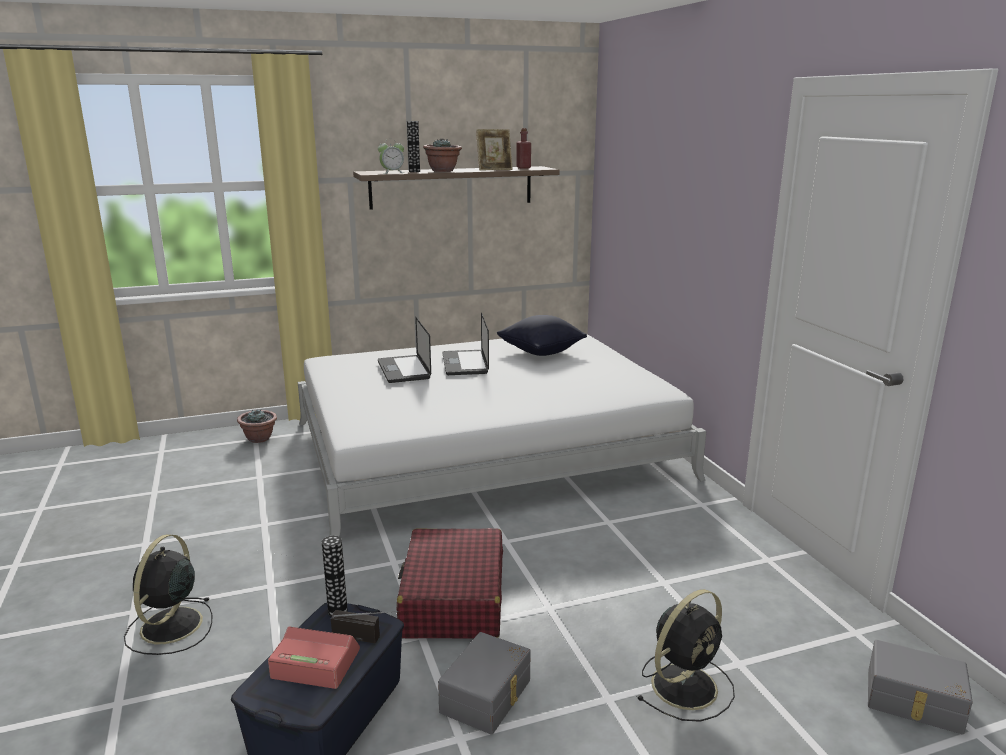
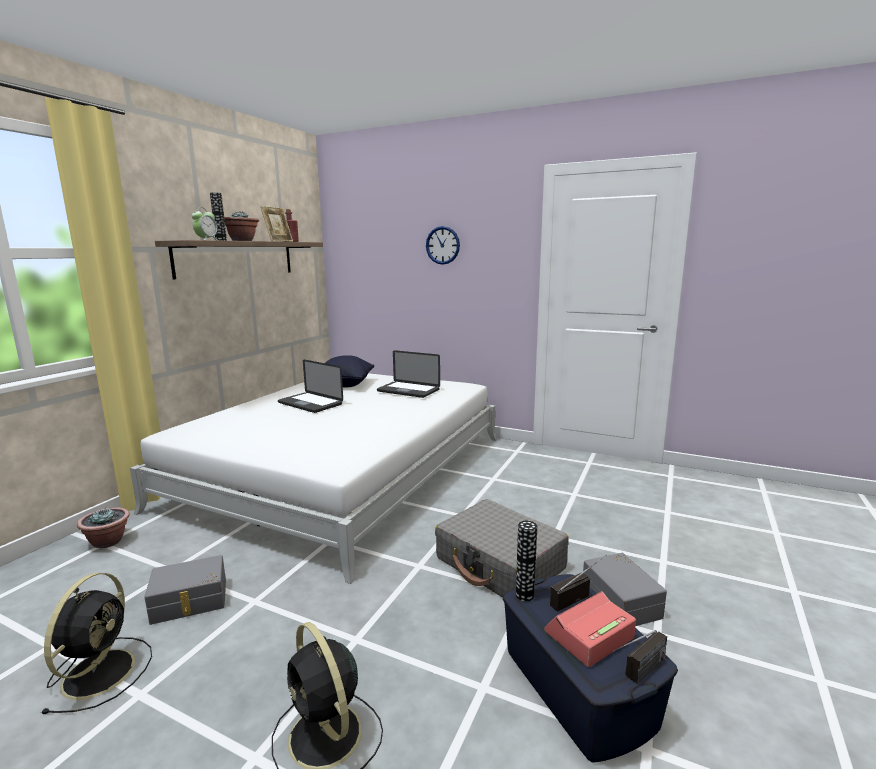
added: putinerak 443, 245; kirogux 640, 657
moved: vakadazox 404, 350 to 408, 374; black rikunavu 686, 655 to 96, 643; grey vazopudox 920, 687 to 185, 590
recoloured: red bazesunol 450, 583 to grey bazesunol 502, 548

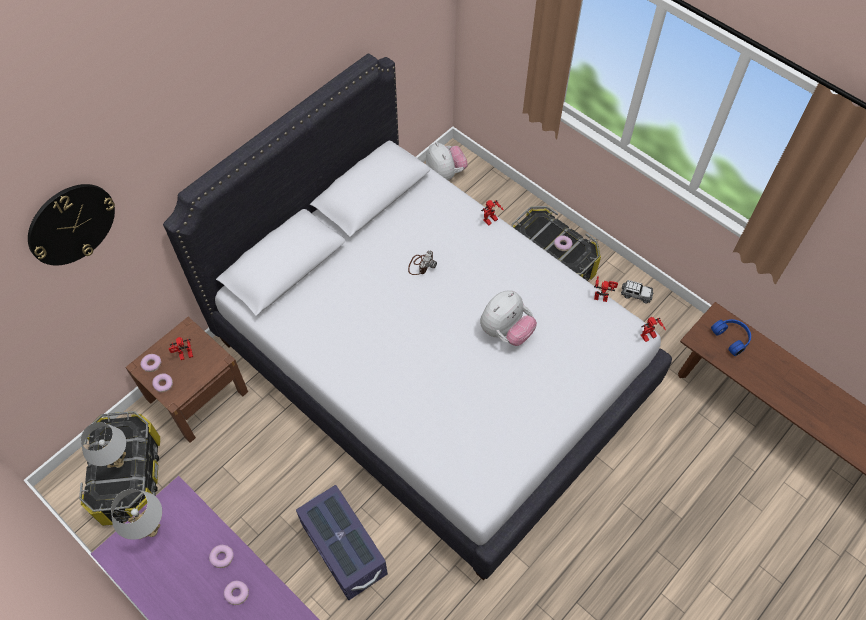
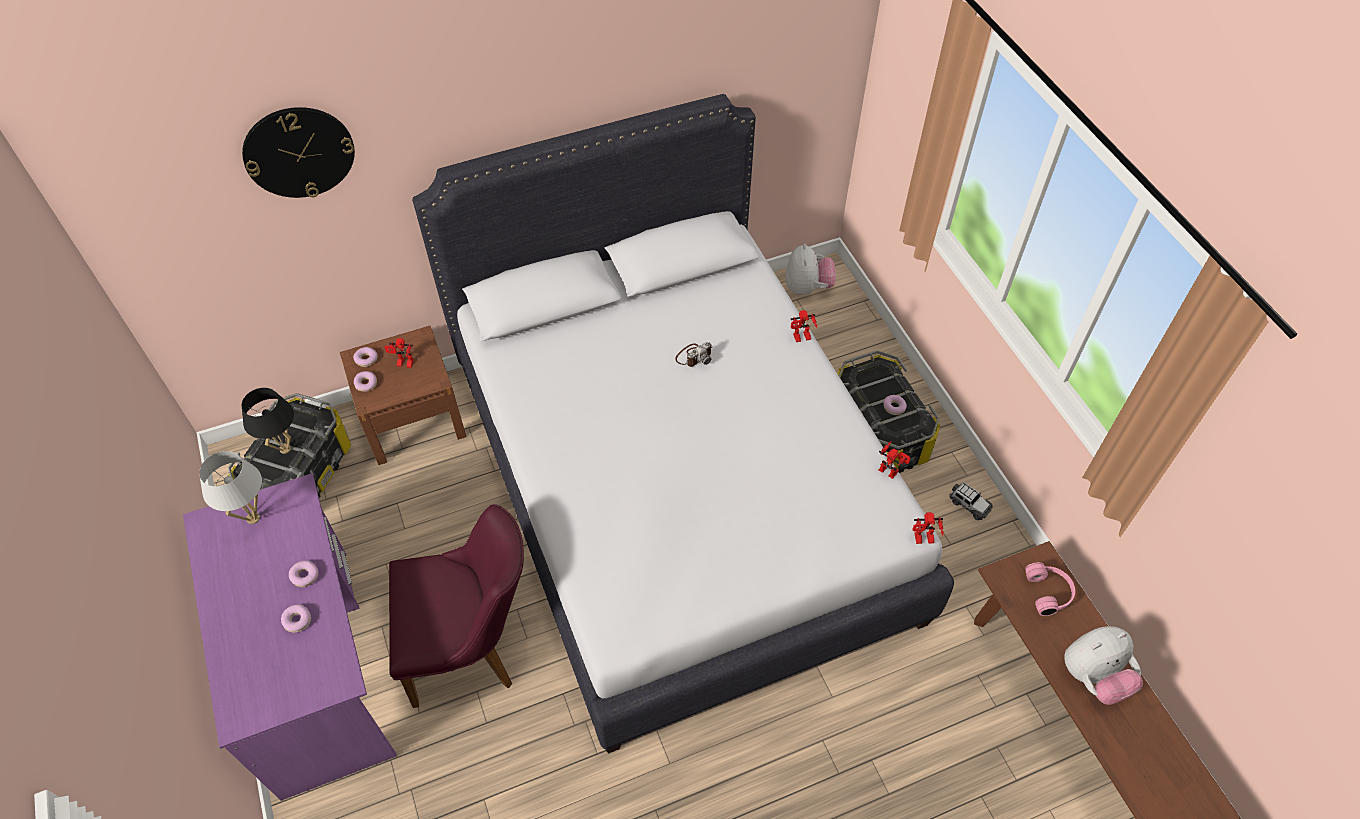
moved: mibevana 508, 318 to 1103, 665
replaced: purple vazopudox 342, 542 to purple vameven 456, 606
recoloured: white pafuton 103, 445 to black pafuton 268, 421; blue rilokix 731, 337 to pink rilokix 1050, 589

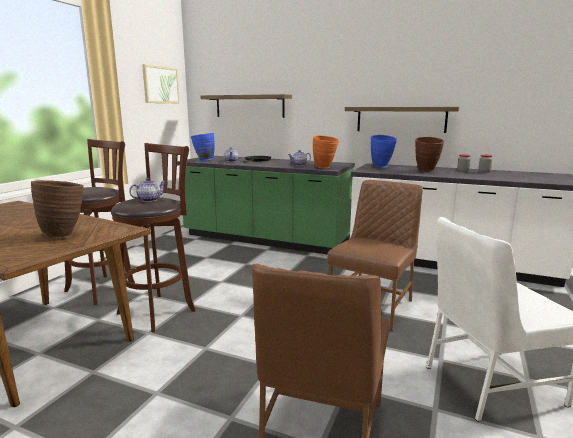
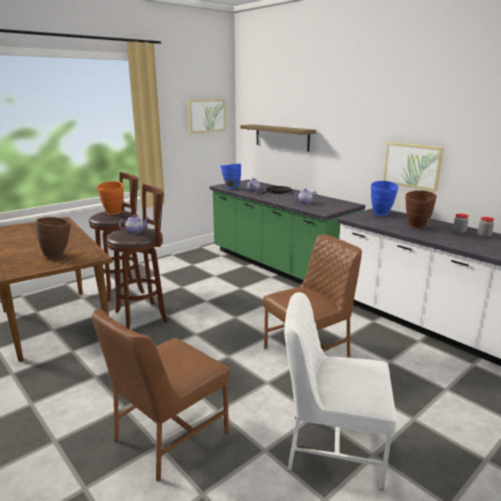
moved: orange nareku 326, 152 to 110, 198
replaced: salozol 402, 120 to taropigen 413, 167

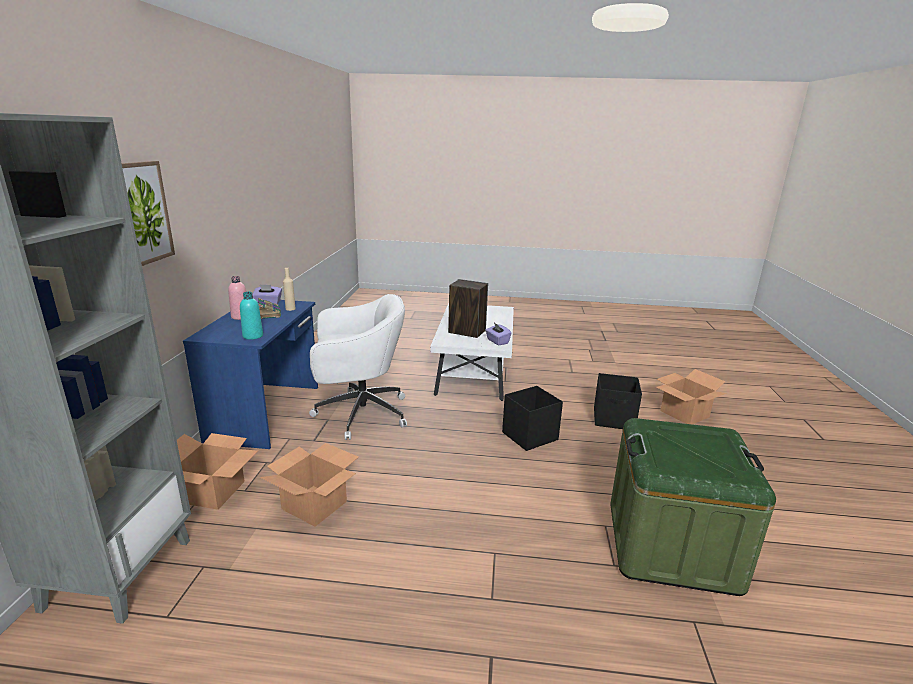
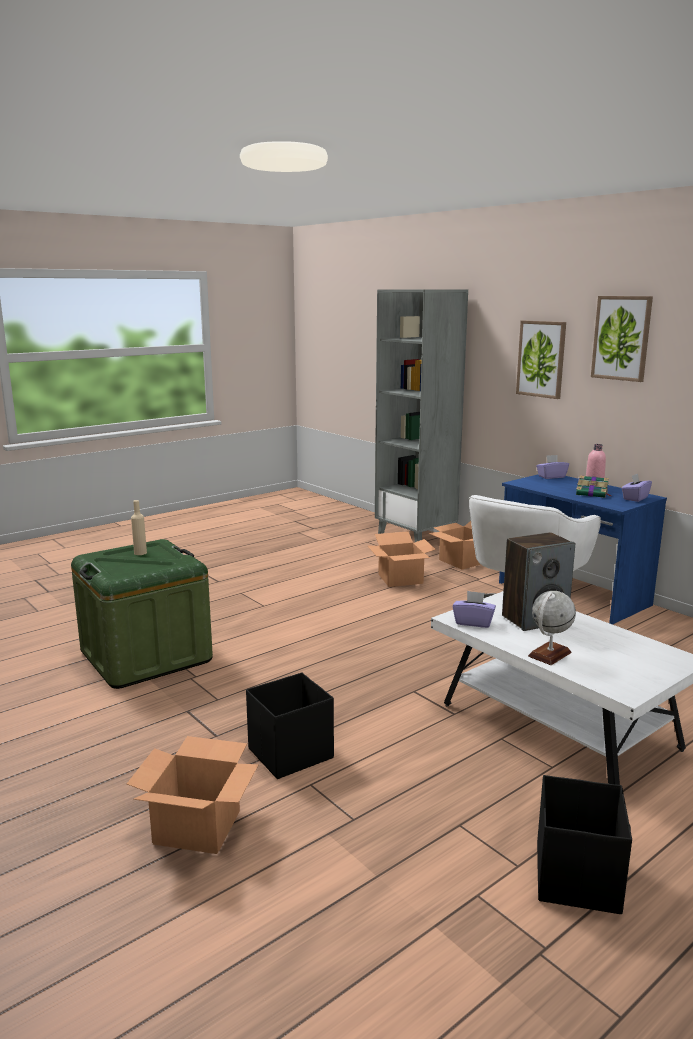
removed: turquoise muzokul 251, 316
added: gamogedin 552, 628; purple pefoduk 552, 467; taropigen 622, 339
moved: beige muzokul 289, 289 to 139, 527; black vazopudox 532, 418 to 584, 844

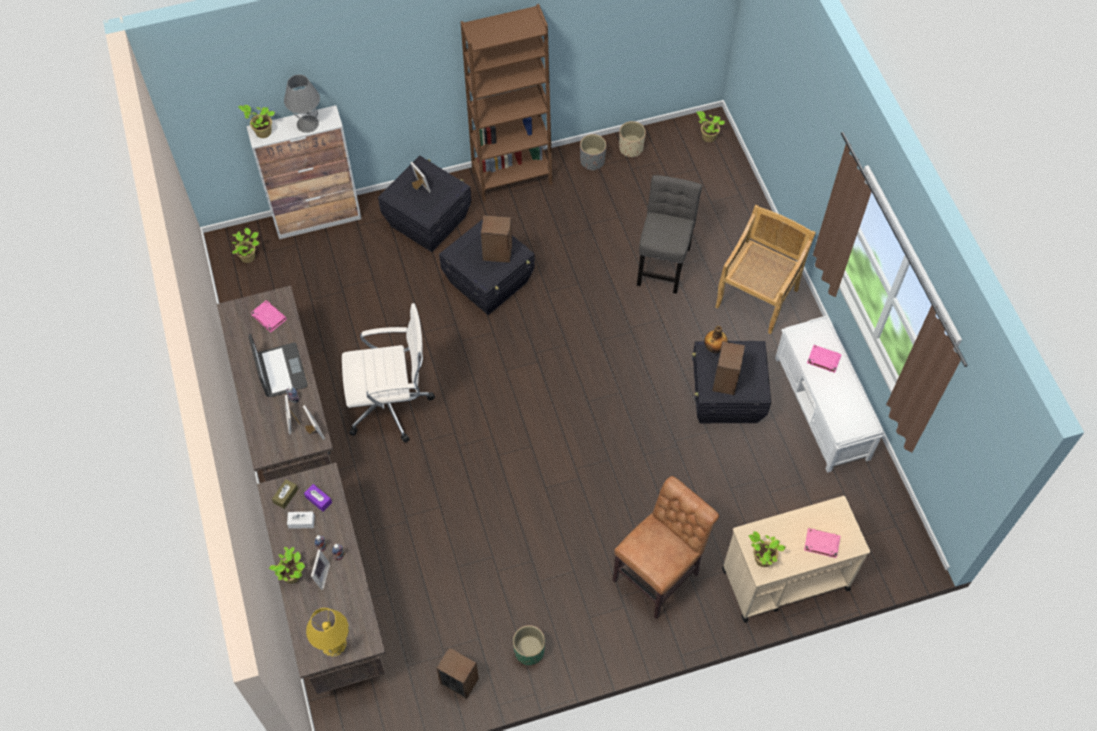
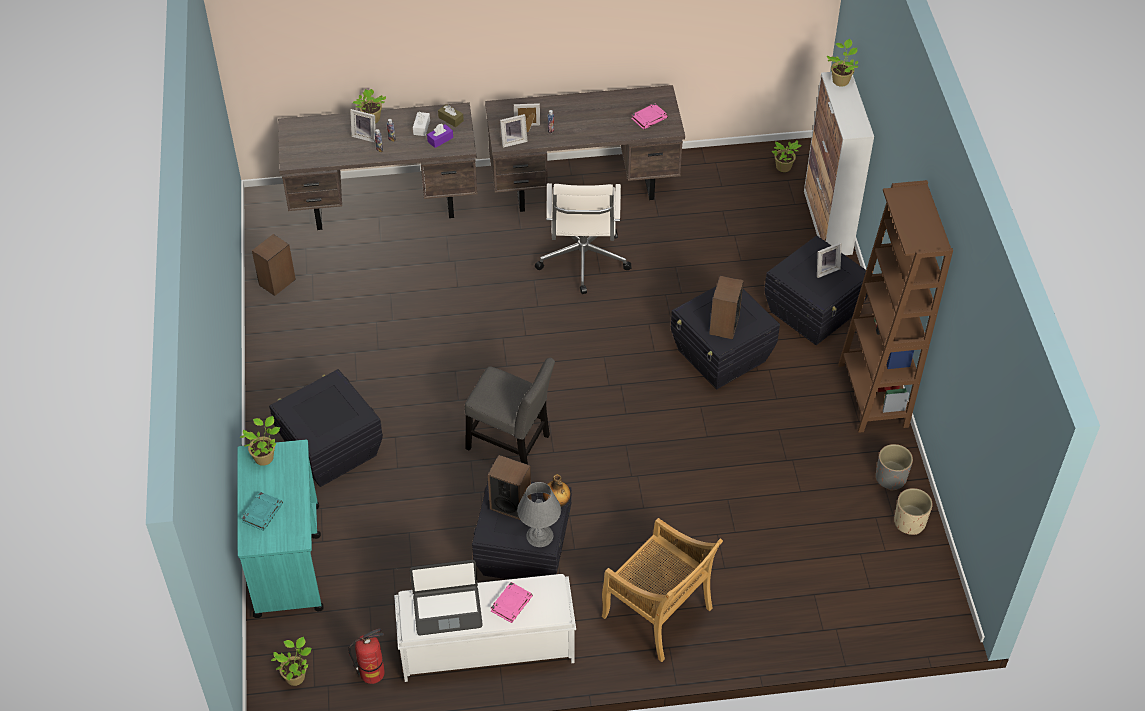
removed: yellow pafuton 327, 632; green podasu 529, 645
added: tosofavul 366, 656
moved: vakadazox 278, 365 to 446, 597; grey pafuton 302, 104 to 539, 514; grey vameven 669, 234 to 509, 411; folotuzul 710, 126 to 291, 661
replaced: brown vameven 666, 547 to black vazopudox 326, 428
recoloured: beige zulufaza 796, 559 to turquoise zulufaza 281, 528; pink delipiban 822, 543 to turquoise delipiban 262, 511

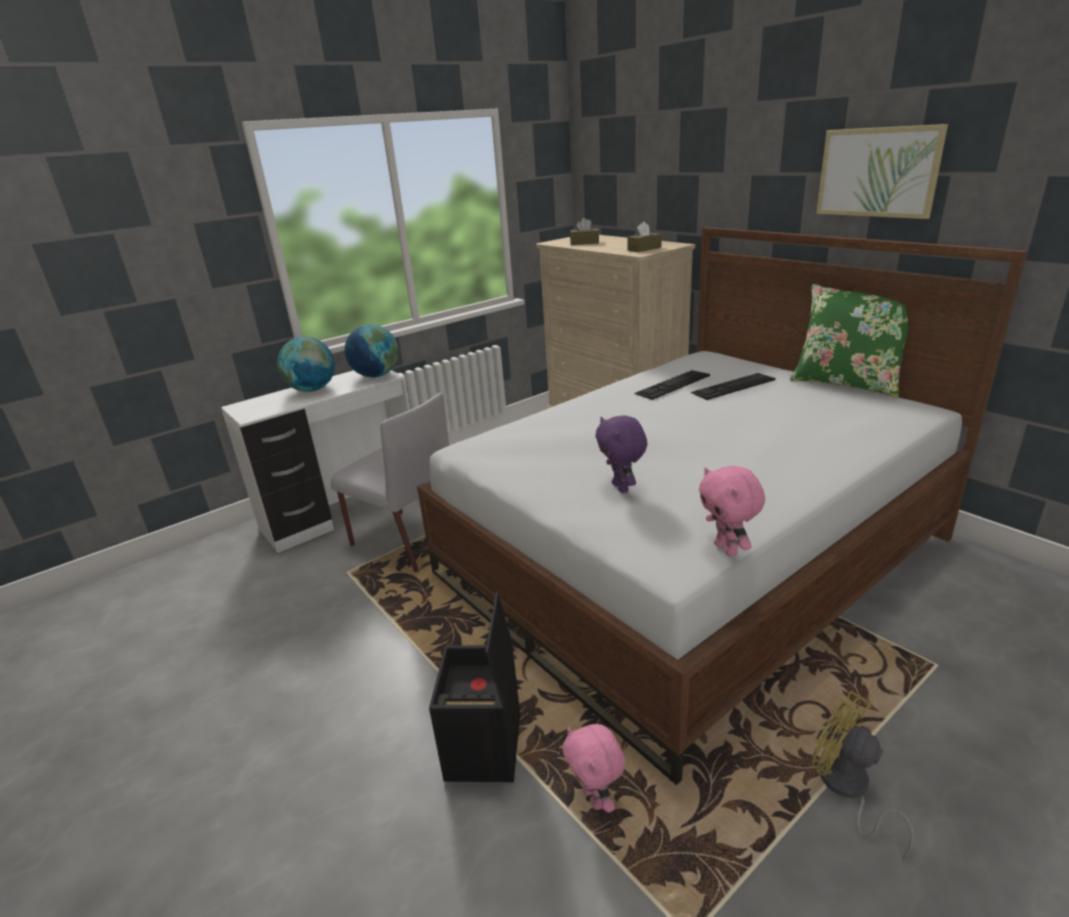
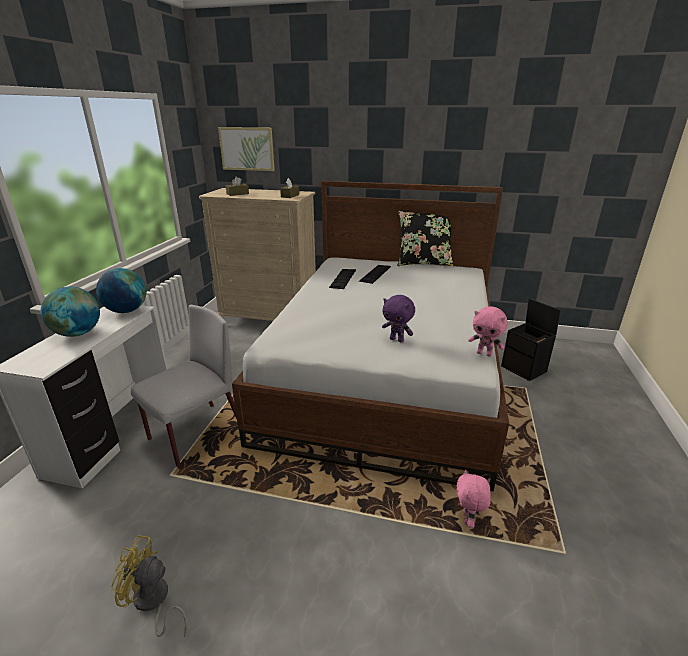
moved: black vazopudox 474, 687 to 531, 339; yellow rikunavu 863, 775 to 149, 586; taropigen 882, 171 to 246, 149
recoloured: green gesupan 849, 341 to black gesupan 425, 238
turned: grey vameven 390, 482 = 184, 386 45 degrees counterclockwise; pink mibevana 594, 768 = 474, 499 75 degrees clockwise

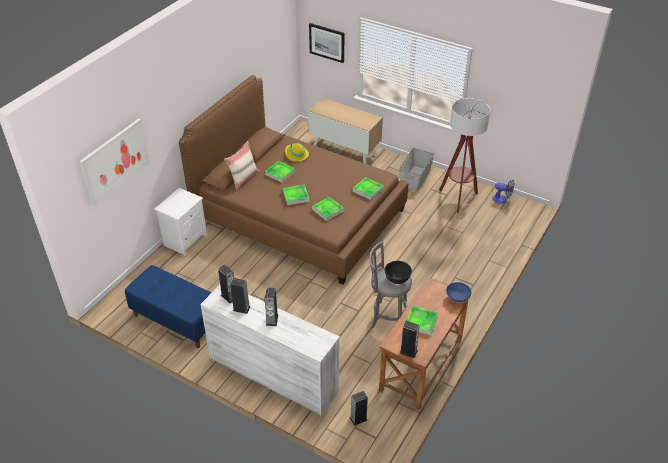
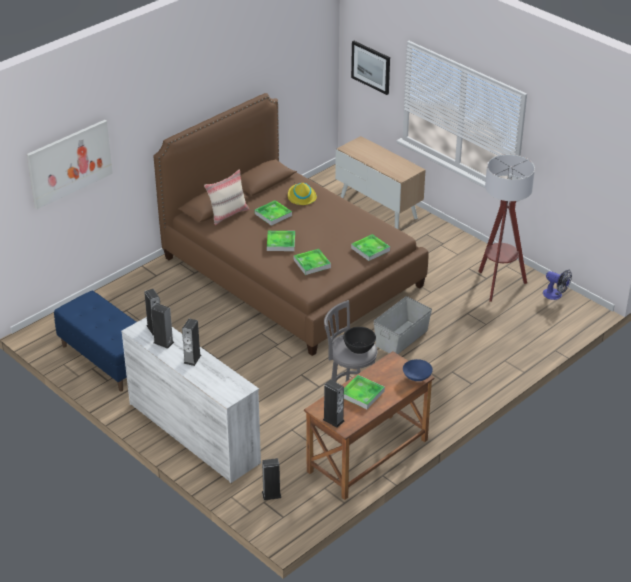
removed: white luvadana 180, 222
moved: grey vazopudox 417, 169 to 403, 325

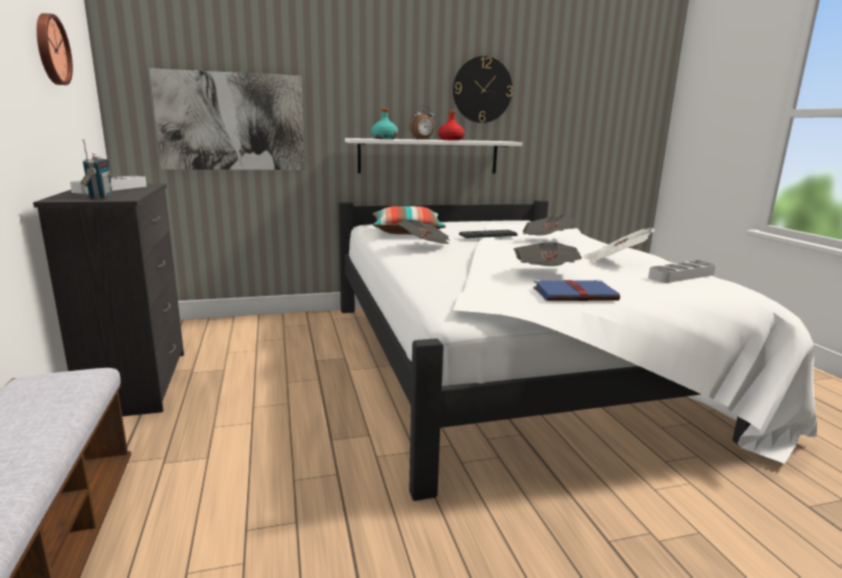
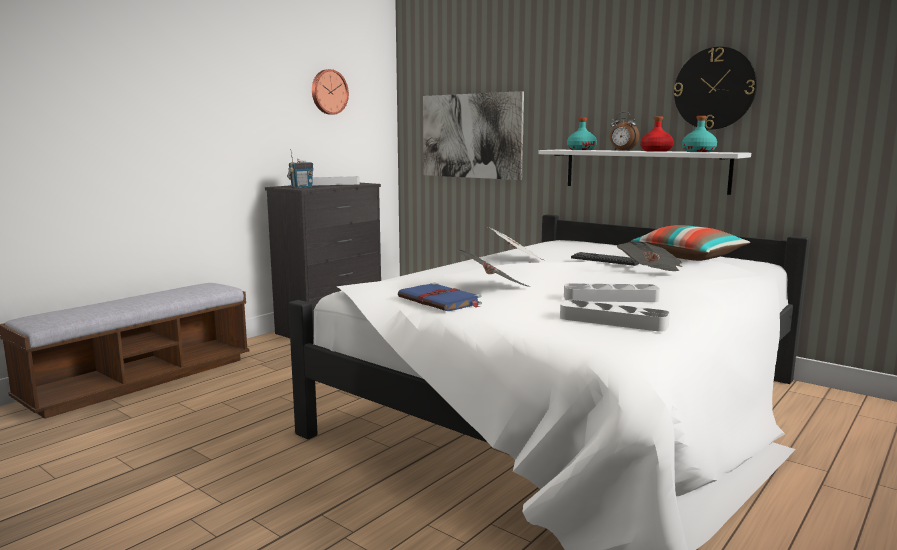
added: turquoise muzokul 699, 134
moved: gesupan 409, 220 to 690, 243
replaced: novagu 619, 244 to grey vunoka 612, 292

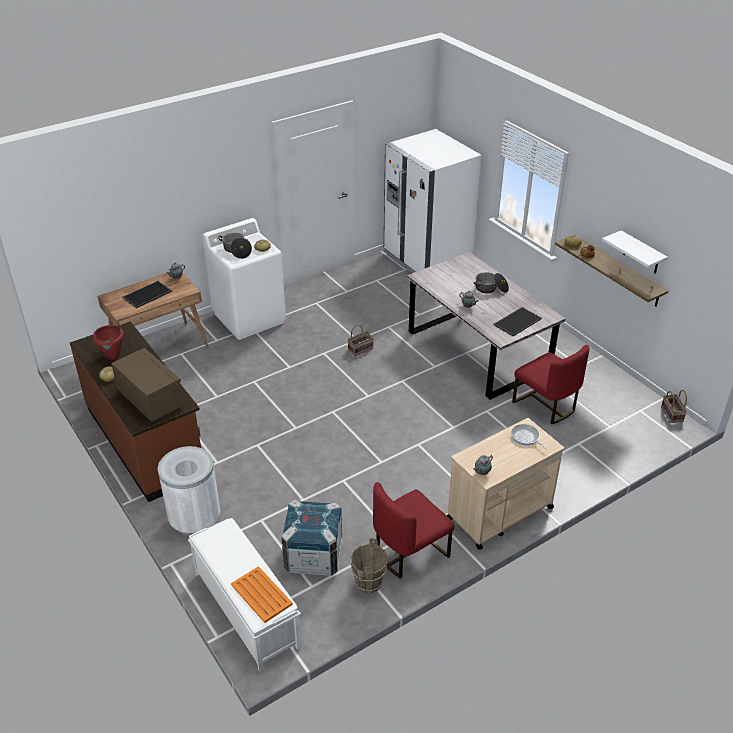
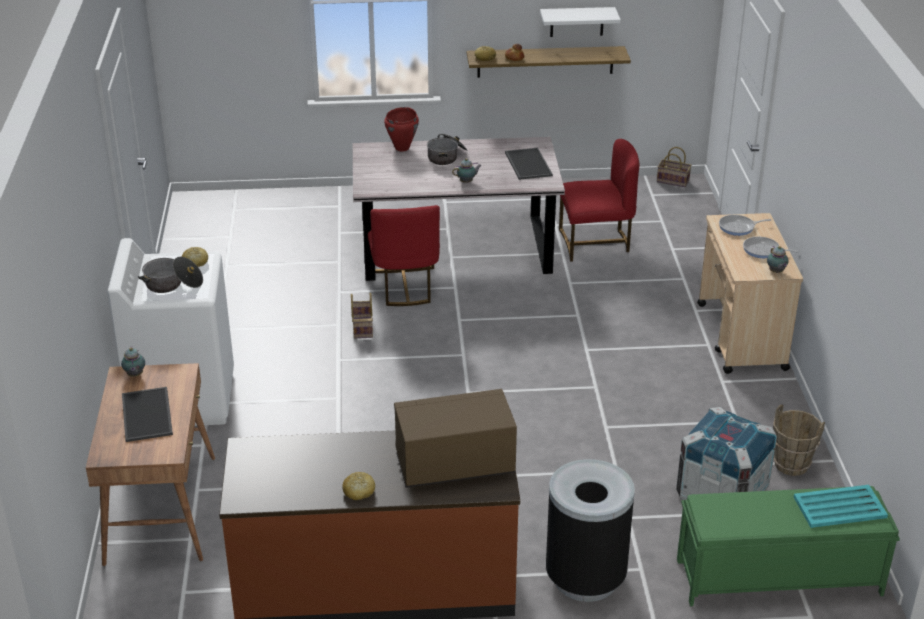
removed: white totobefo 432, 201
added: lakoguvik 771, 247
moved: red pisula 108, 342 to 401, 129; red vameven 414, 530 to 404, 255
recoloured: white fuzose 189, 491 to black fuzose 590, 530; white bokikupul 245, 595 to green bokikupul 788, 546; orange vunoka 262, 594 to turquoise vunoka 841, 506

